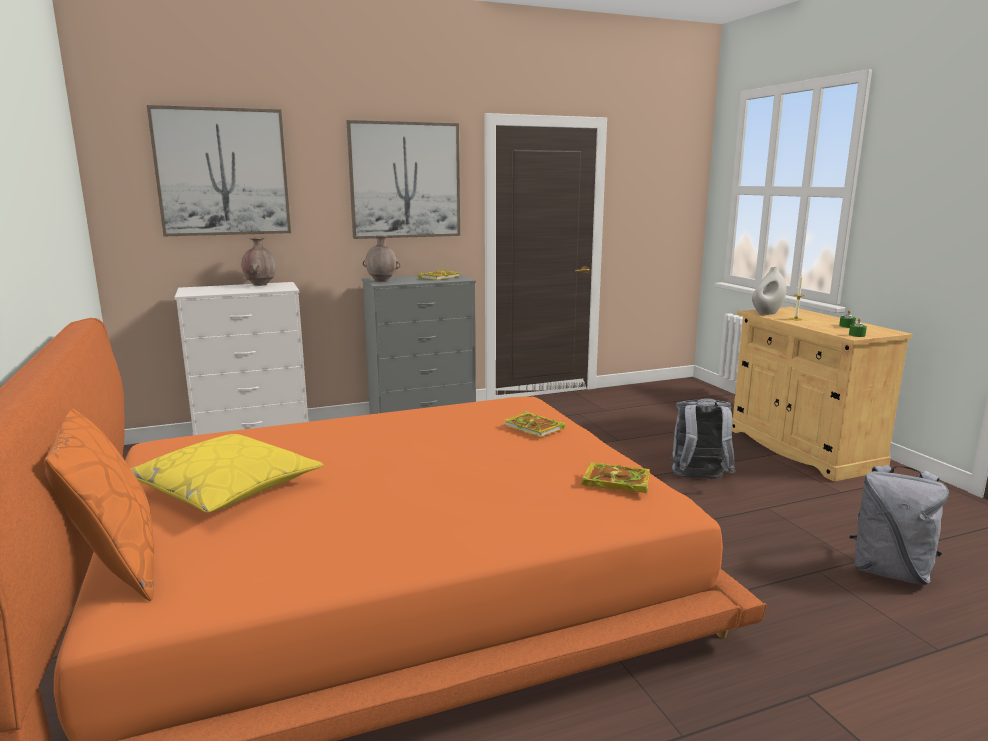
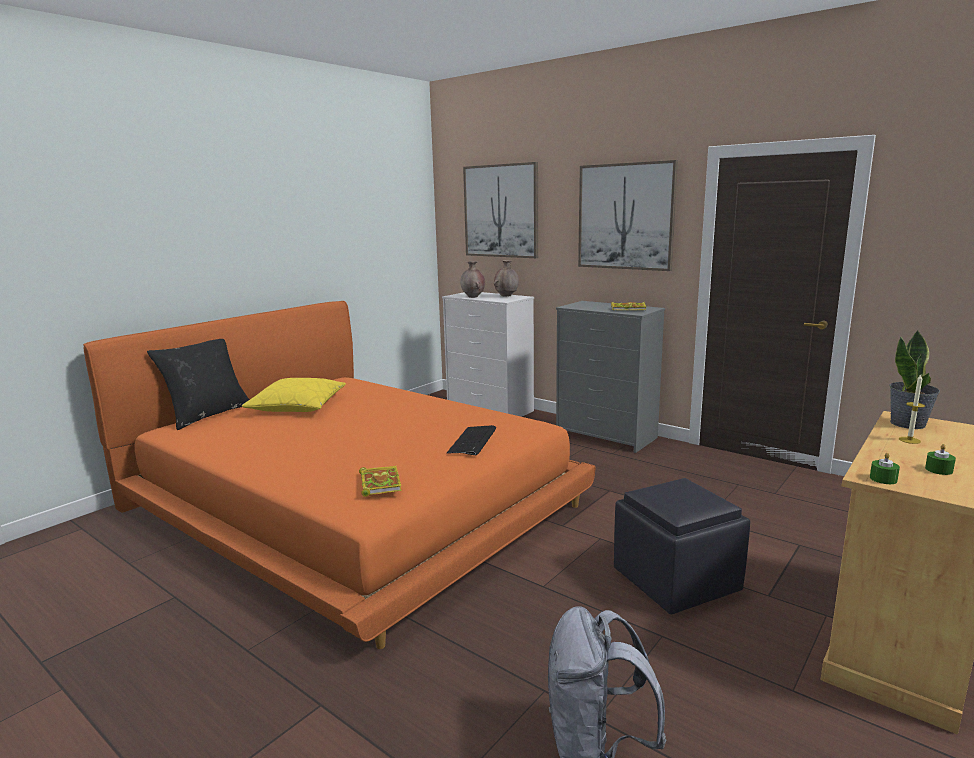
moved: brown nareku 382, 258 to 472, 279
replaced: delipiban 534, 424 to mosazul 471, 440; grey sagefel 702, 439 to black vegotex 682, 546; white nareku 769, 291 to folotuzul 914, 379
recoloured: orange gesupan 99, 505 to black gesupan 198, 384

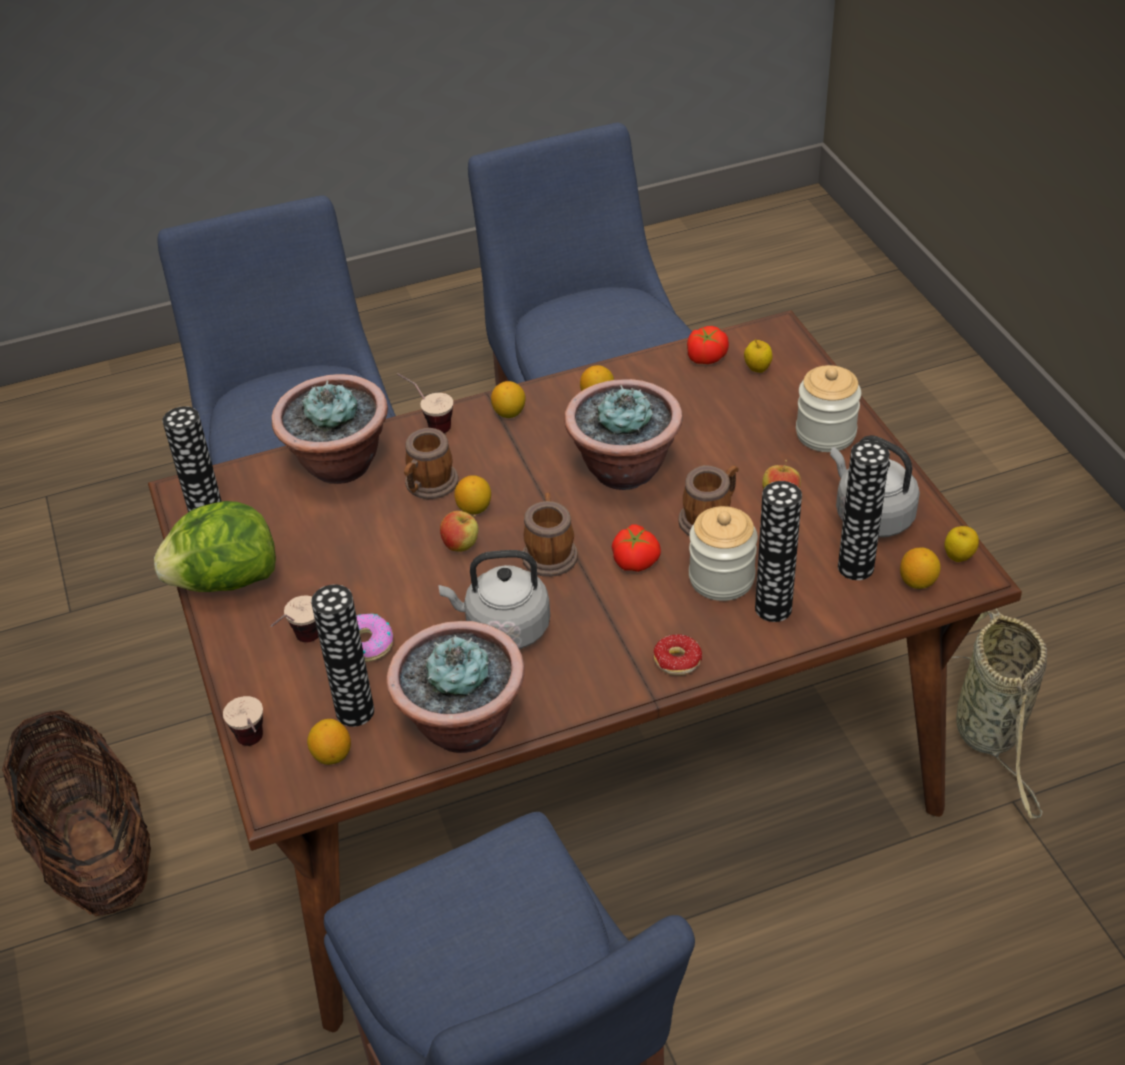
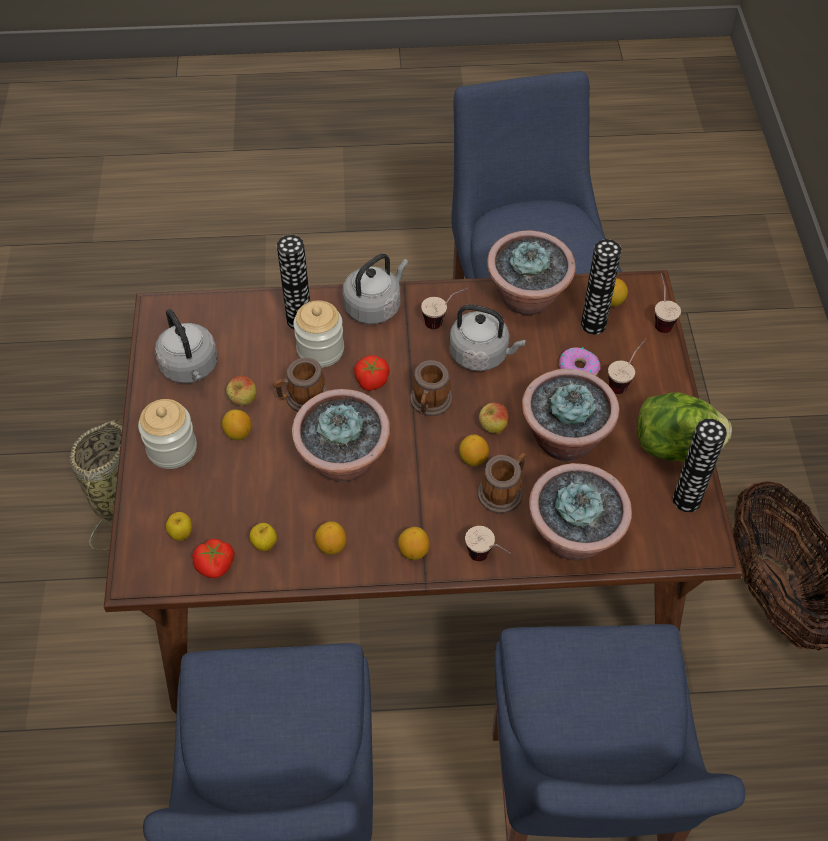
removed: nareku 864, 510
added: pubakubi 444, 308; folotuzul 570, 415
moved: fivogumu 920, 568 to 237, 424; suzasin 961, 544 to 263, 537
replaced: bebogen 678, 643 to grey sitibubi 376, 289

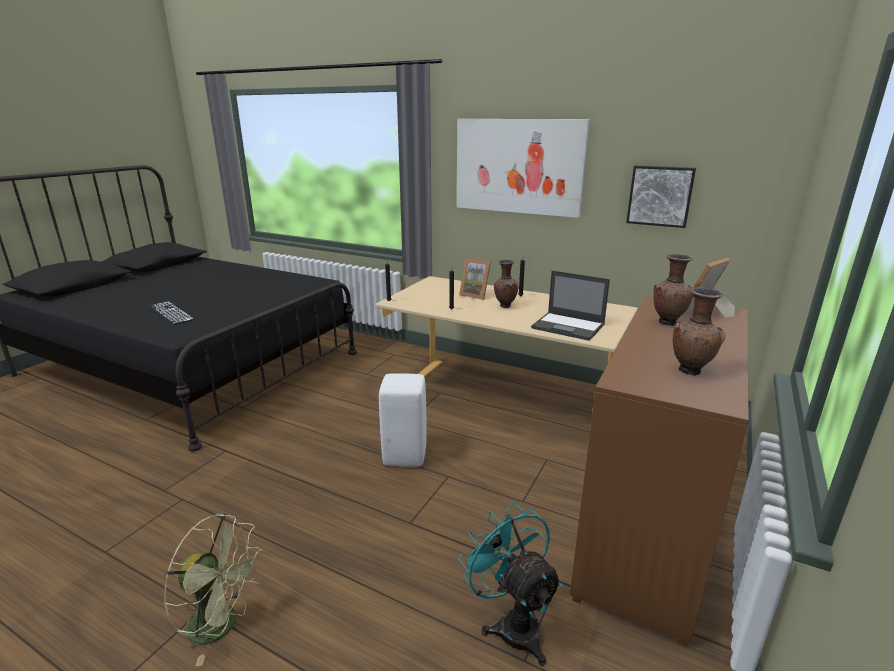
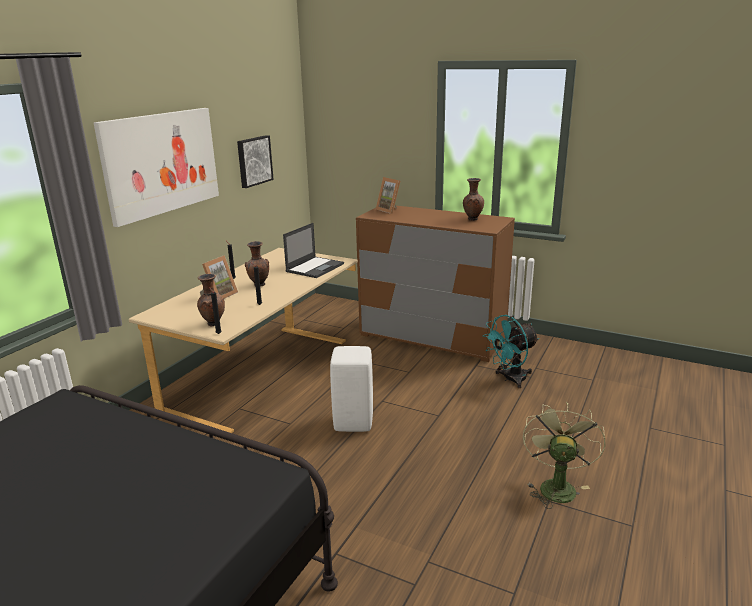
removed: mosazul 172, 313
moved: brown nareku 673, 290 to 211, 300

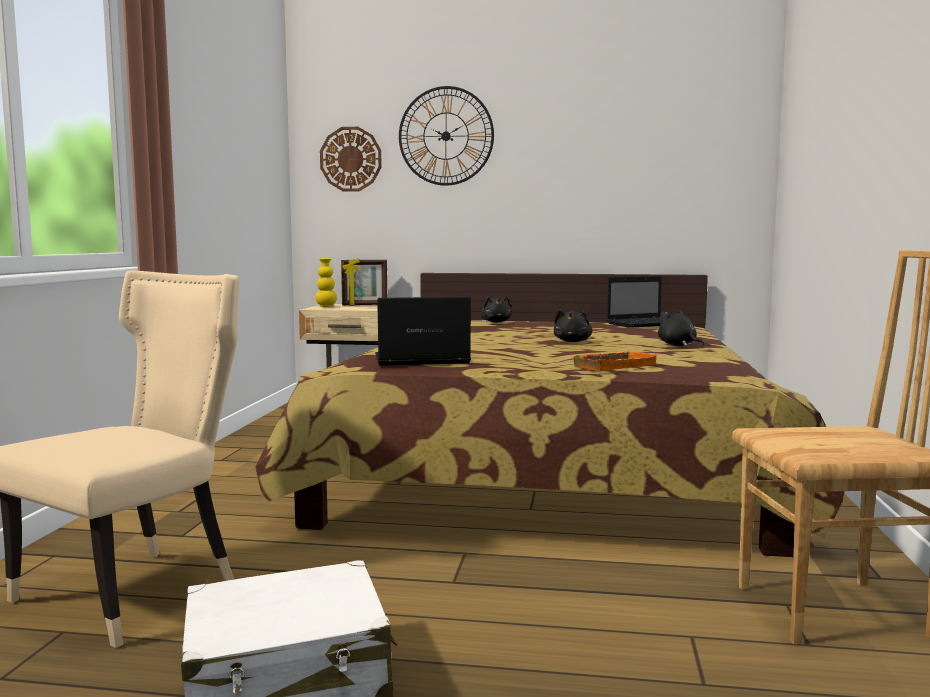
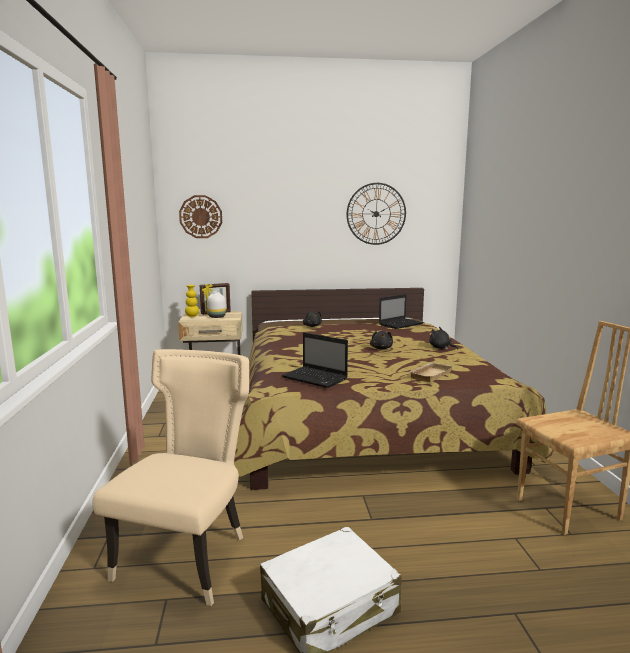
added: white nareku 216, 304
moved: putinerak 446, 136 to 376, 214
recoloured: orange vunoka 614, 361 to beige vunoka 431, 372
turned: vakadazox 423, 331 = 315, 360 120 degrees counterclockwise

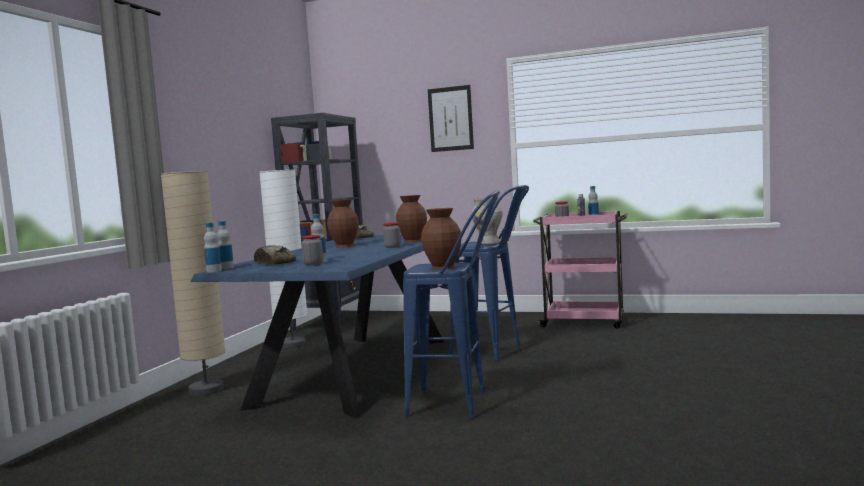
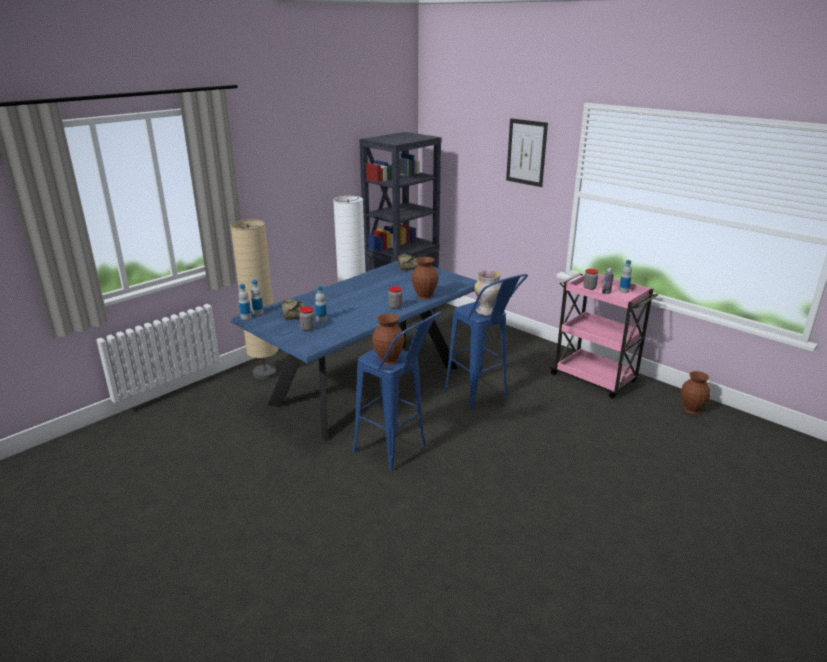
moved: brown nareku 343, 223 to 696, 392

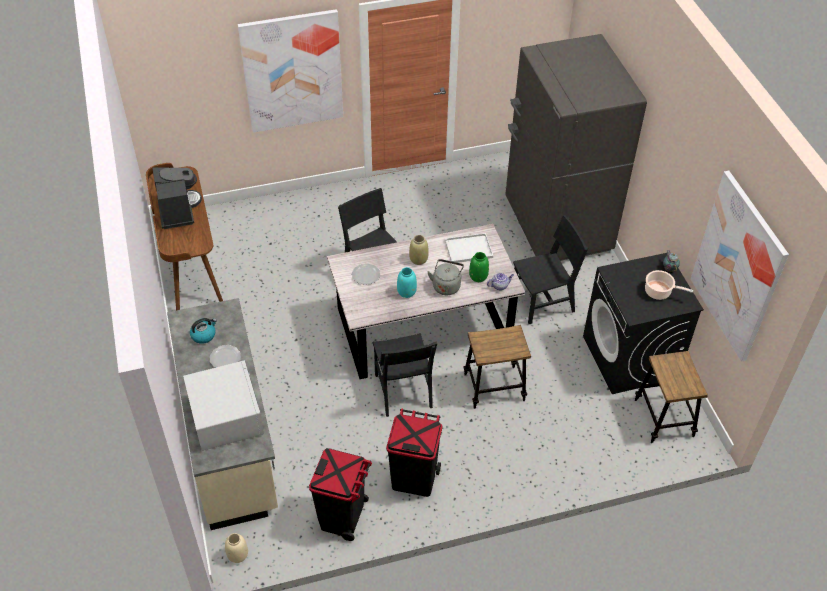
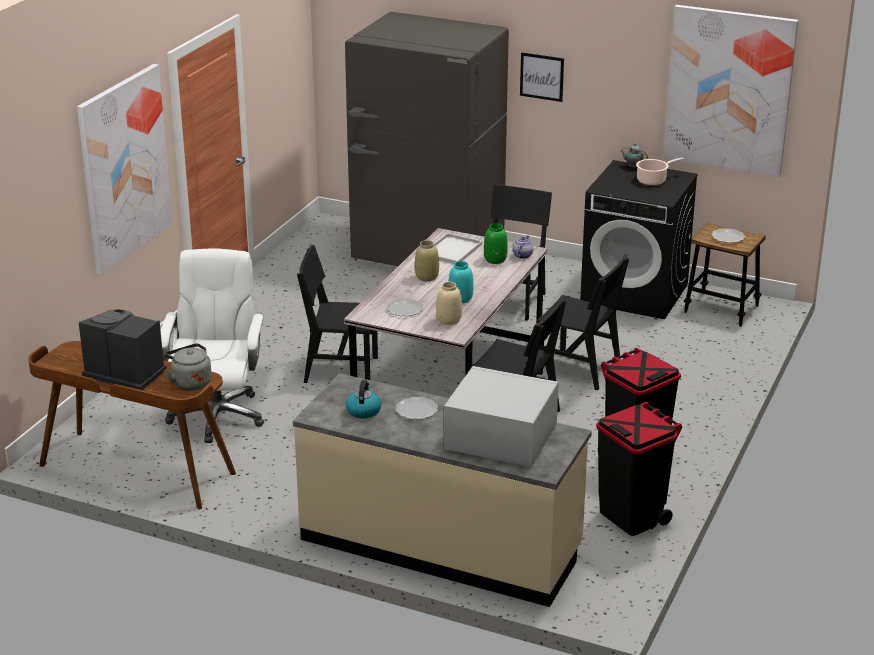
added: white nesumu 212, 345; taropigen 542, 77; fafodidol 728, 235
moved: beige nareku 236, 548 to 449, 303; grey sitibubi 445, 277 to 188, 367
replaced: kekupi 497, 367 to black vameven 582, 322

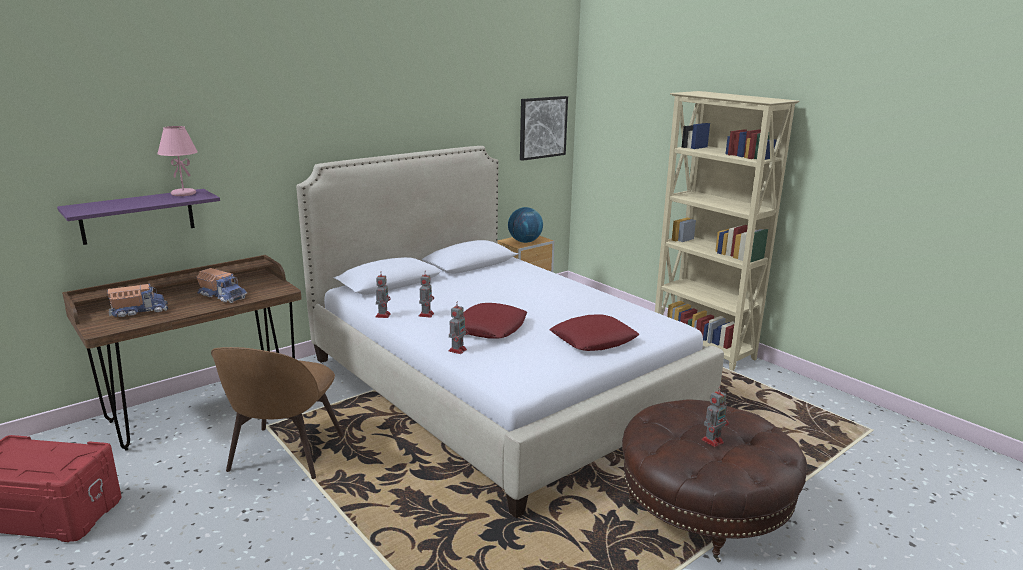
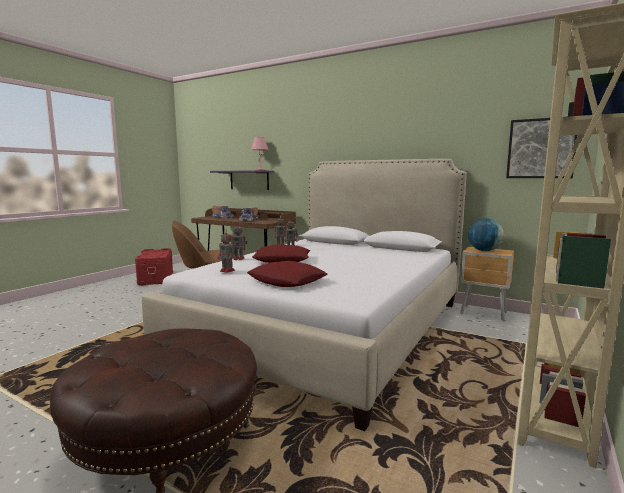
moved: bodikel 715, 417 to 226, 251

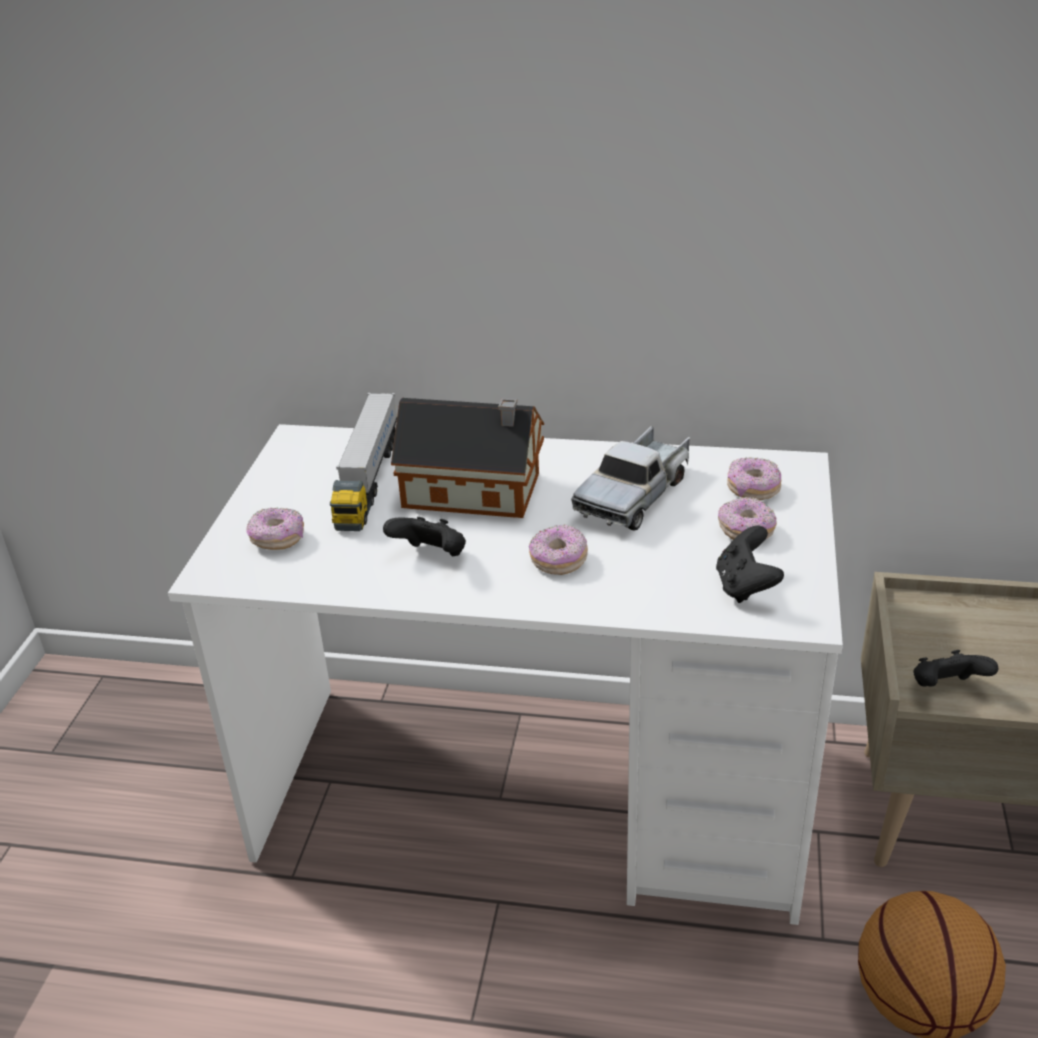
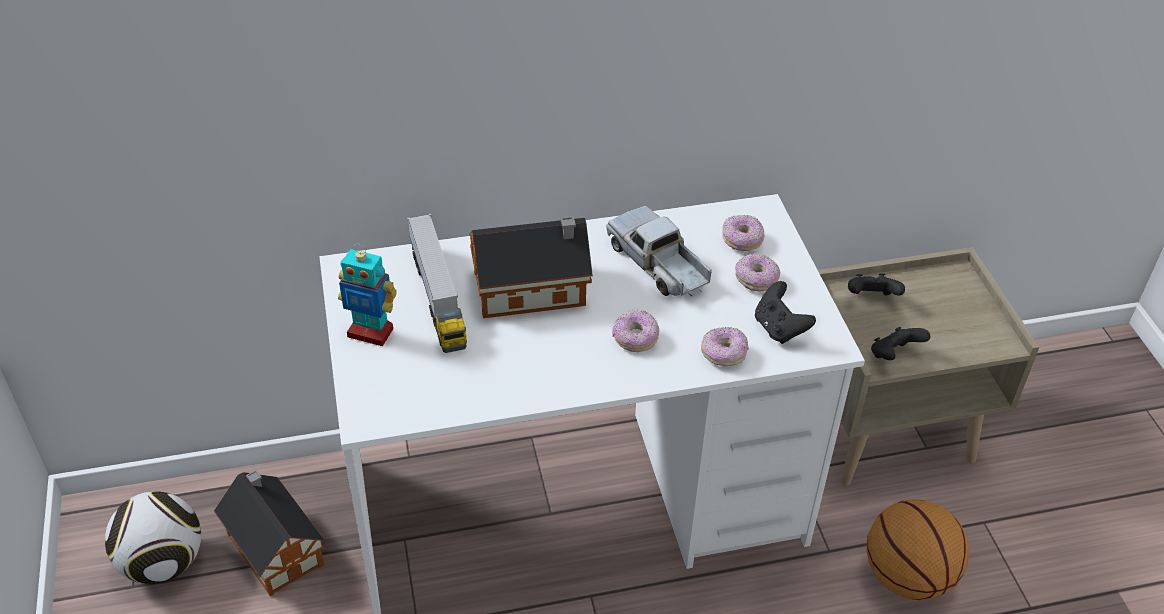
added: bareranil 153, 537; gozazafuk 269, 533; bodikel 367, 295
moved: bebogen 275, 529 to 725, 346; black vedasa 424, 536 to 876, 284
turned: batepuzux 631, 478 = 659, 251 135 degrees clockwise

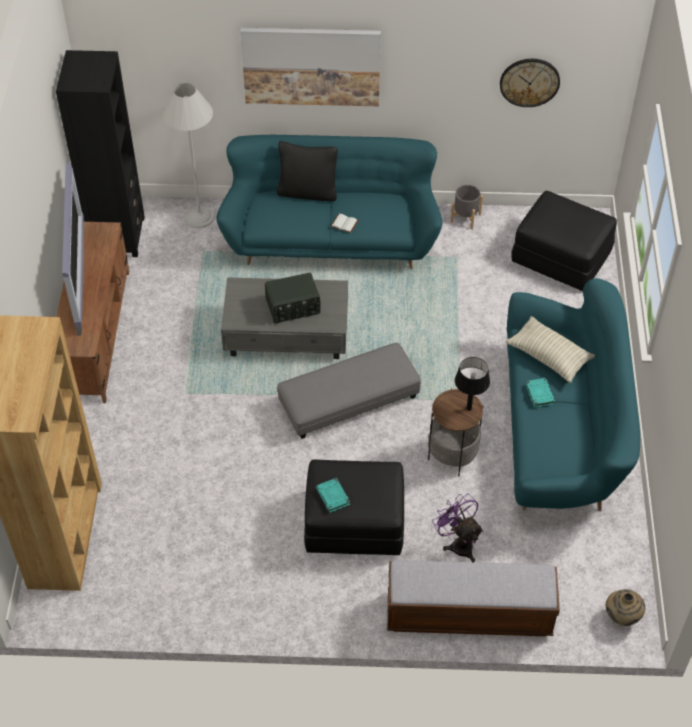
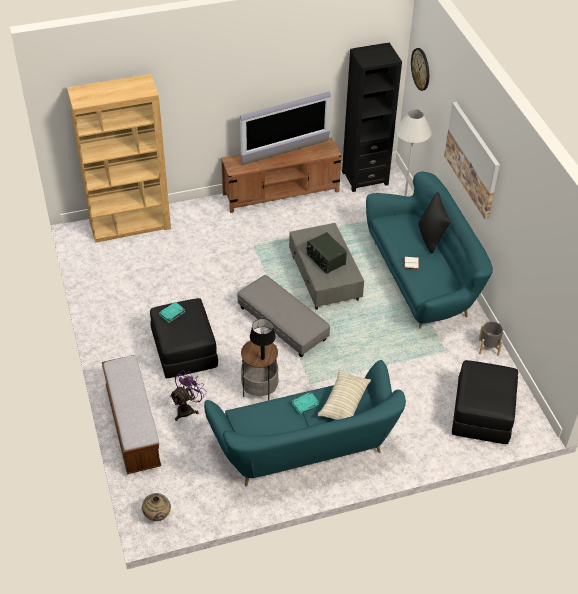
moved: putinerak 530, 83 to 420, 69

